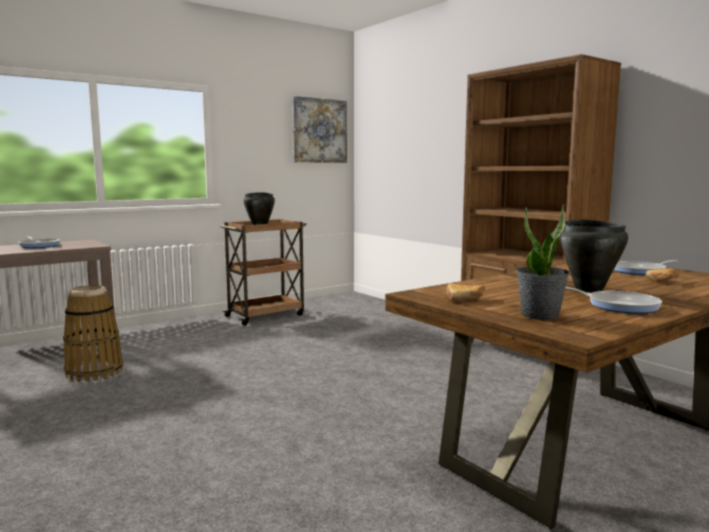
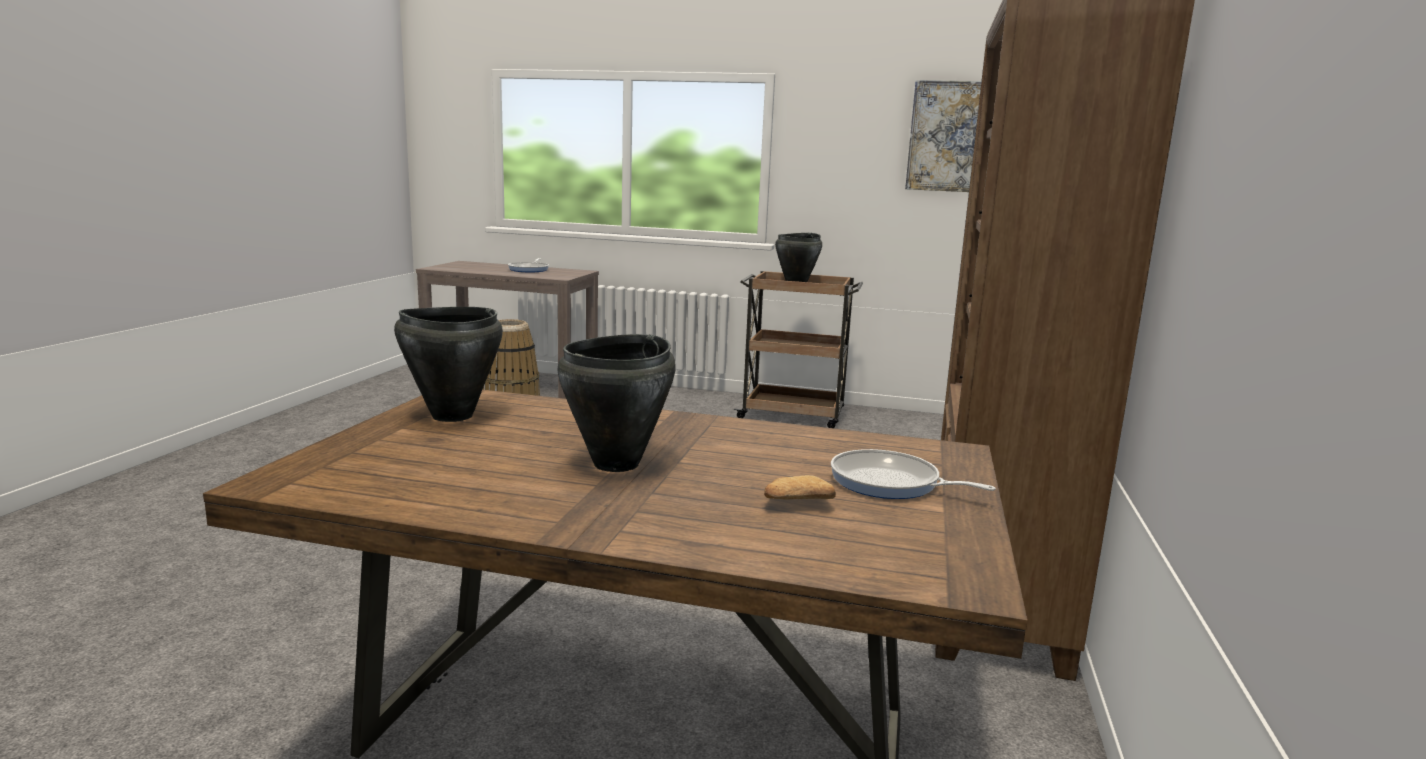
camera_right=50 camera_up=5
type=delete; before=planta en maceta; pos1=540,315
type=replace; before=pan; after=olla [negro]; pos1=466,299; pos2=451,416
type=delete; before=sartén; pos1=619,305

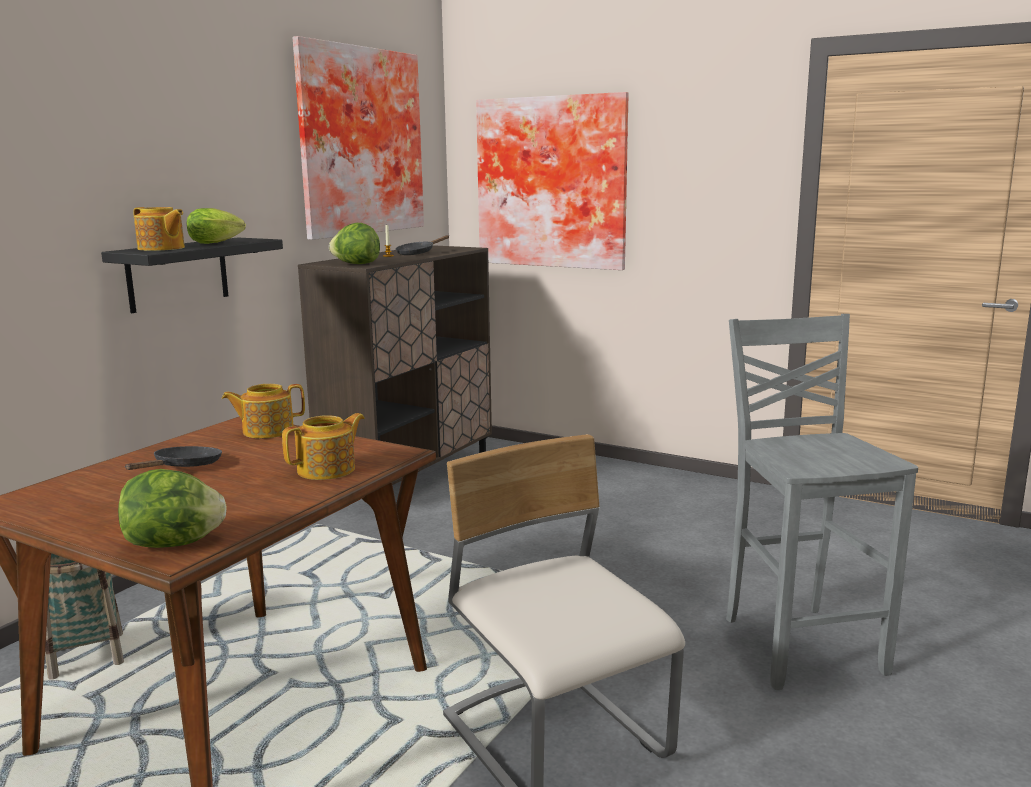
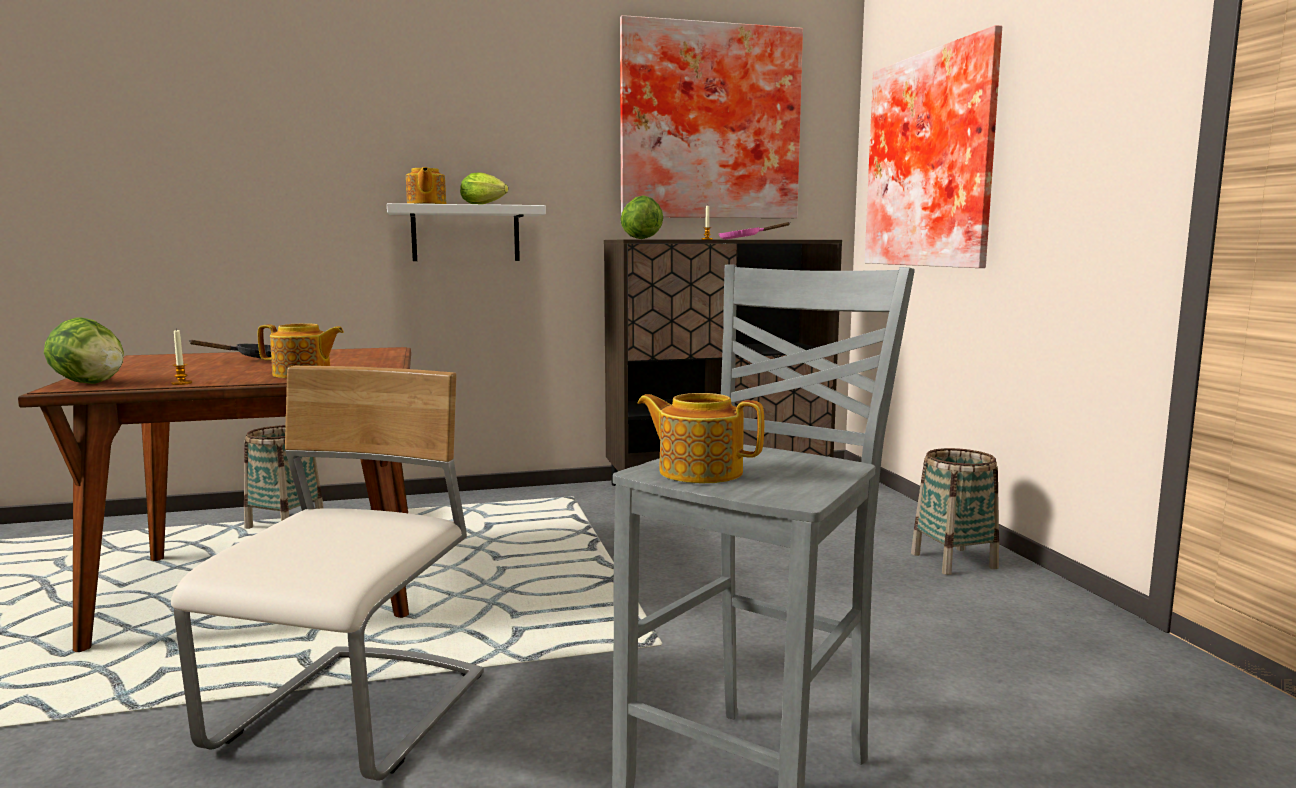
camera_right=45 camera_up=-5
type=recolor; before=sartén [negro]; after=sartén [rosa]; pos1=418,253; pos2=744,239
type=recolor; before=estante [negro]; after=estante [blanco]; pos1=178,274; pos2=465,234
type=move; before=tetera; pos1=267,431; pos2=699,471
type=insert; after=vela; pos2=181,383
type=insert; after=cesta; pos2=954,561

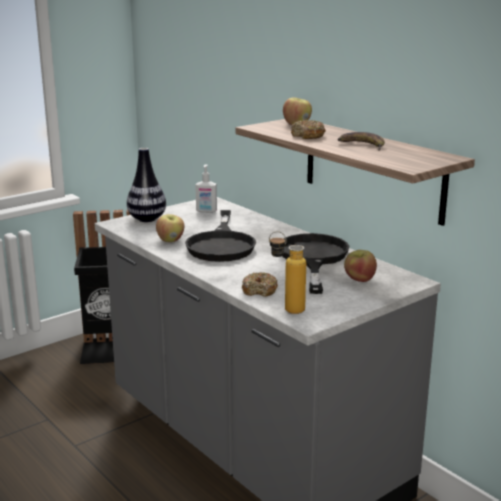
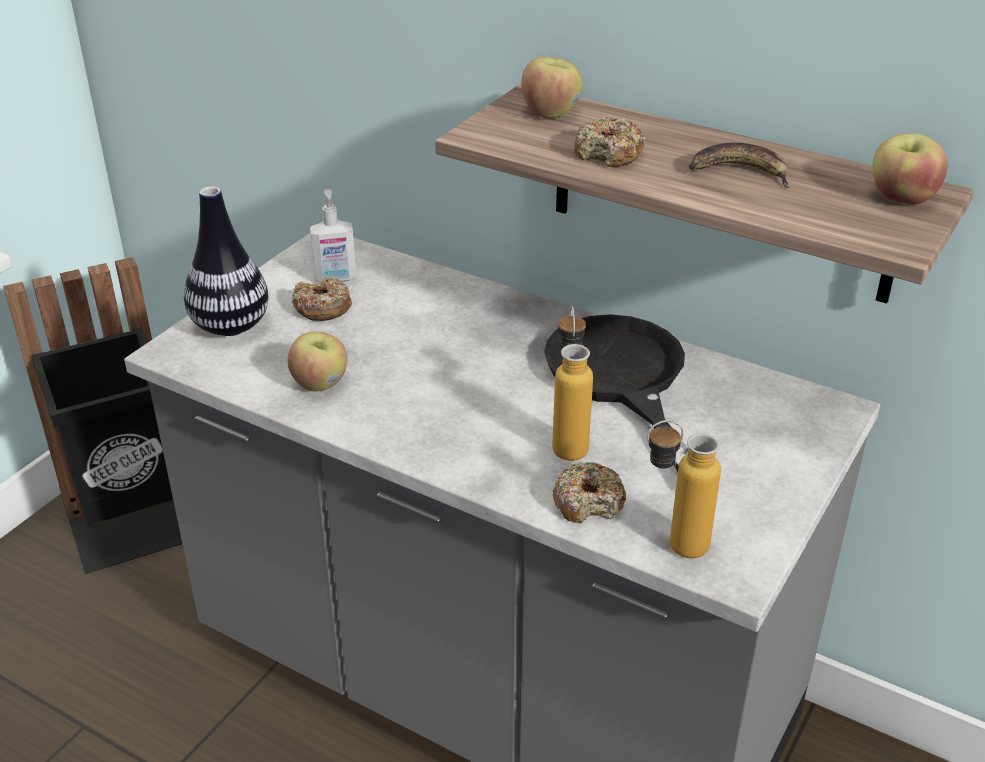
camera_right=-20 camera_up=15
type=delete; before=sartén [negro]; pos1=221,244
type=move; before=manzana; pos1=359,279; pos2=901,198
type=insert; after=rosquilla; pos2=322,308
type=insert; after=botella; pos2=568,441

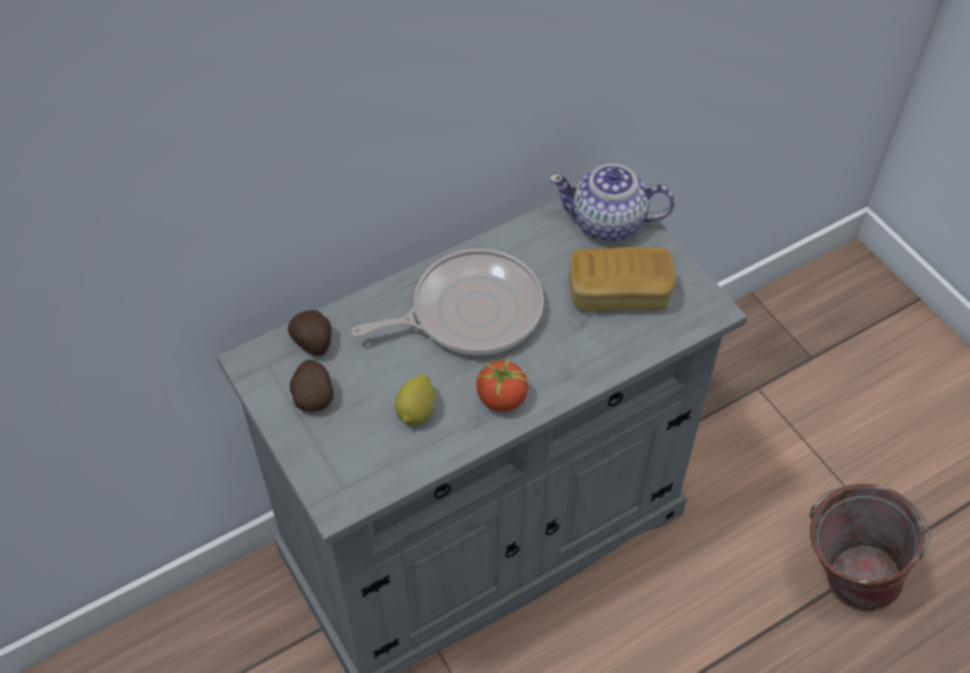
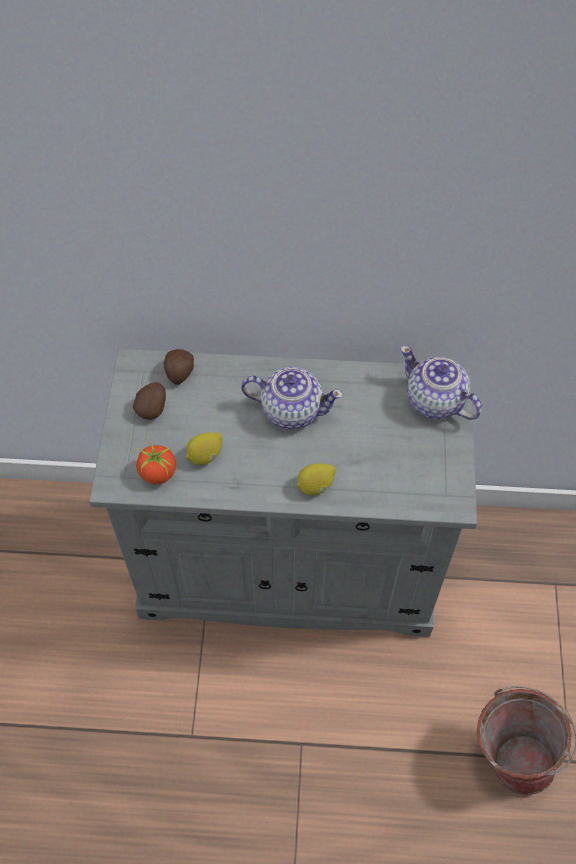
camera_right=35 camera_up=5
type=delete; before=pan; pos1=619,295
type=replace; before=sartén; after=tetera; pos1=470,312; pos2=291,409
type=move; before=tomate; pos1=501,399; pos2=157,473
type=insert; after=limón; pos2=315,486

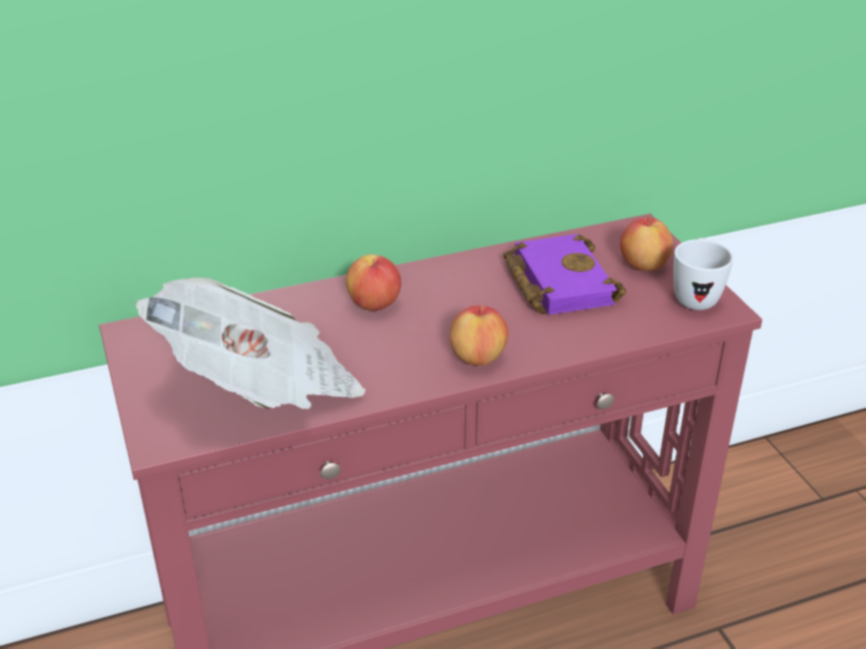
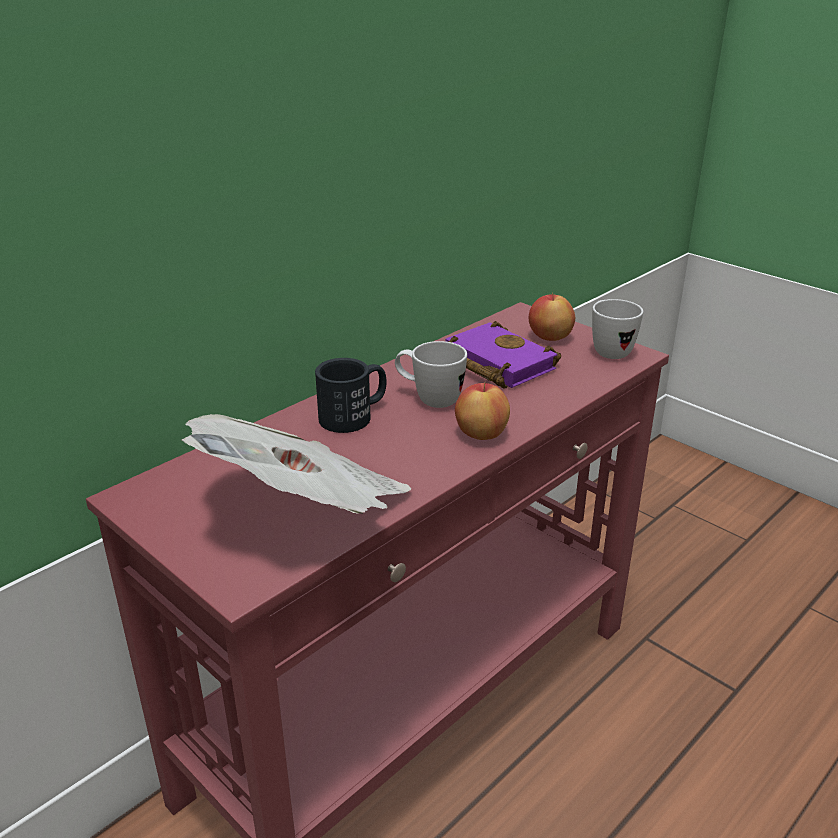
camera_right=-25 camera_up=-5
type=replace; before=manzana; after=taza grande [negro]; pos1=374,304; pos2=354,415
type=insert; after=taza grande [blanco]; pos2=429,399

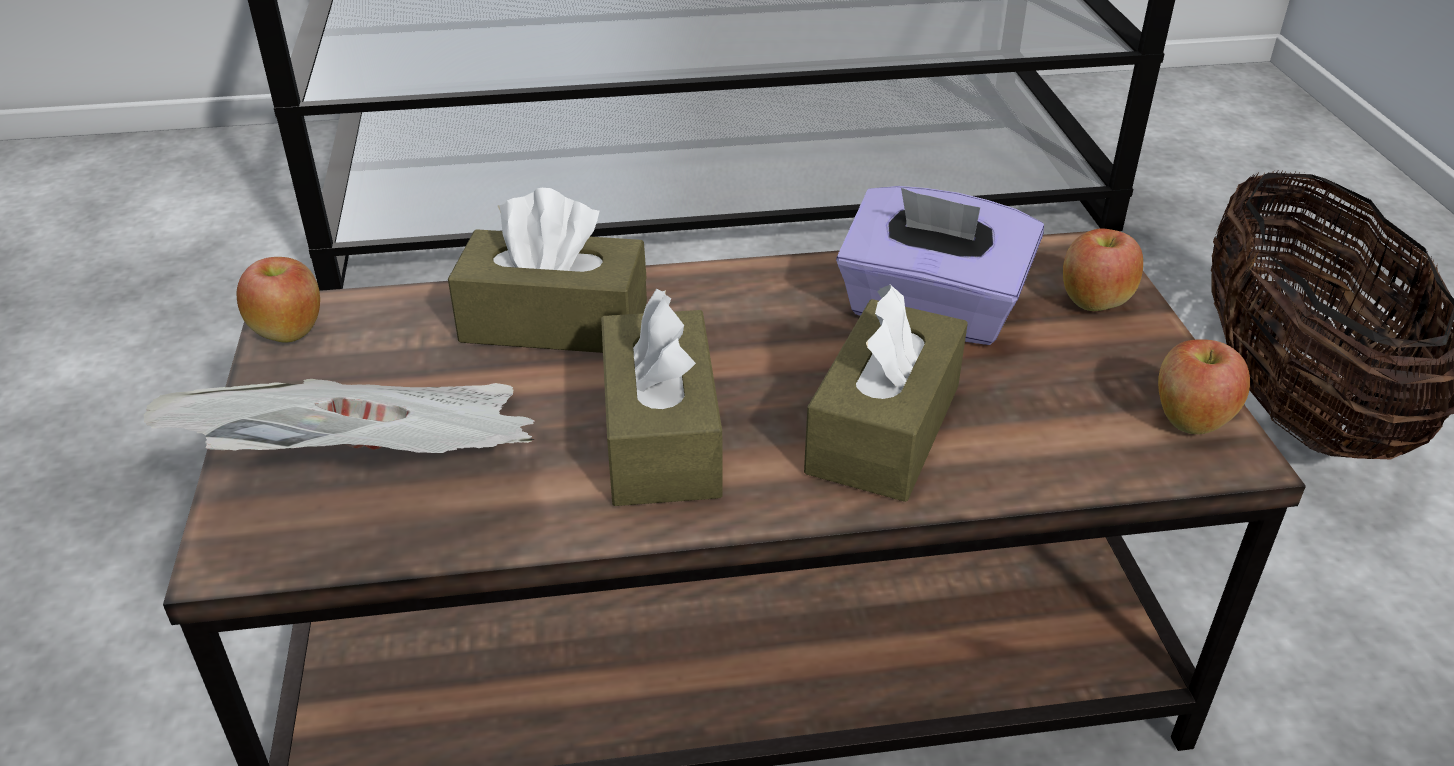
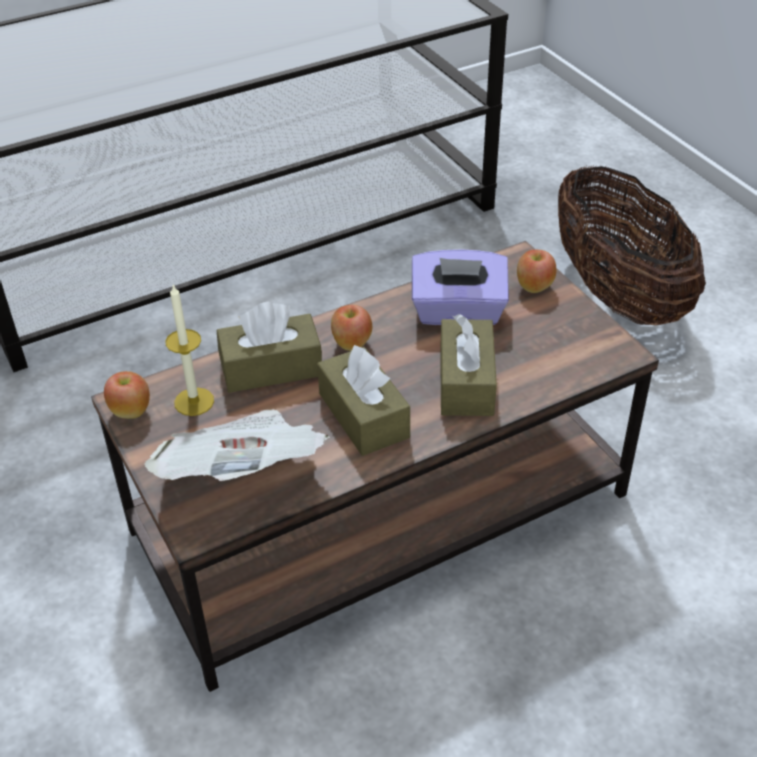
camera_right=-20 camera_up=5
type=move; before=manzana; pos1=1190,420; pos2=351,343
type=insert; after=vela; pos2=194,401

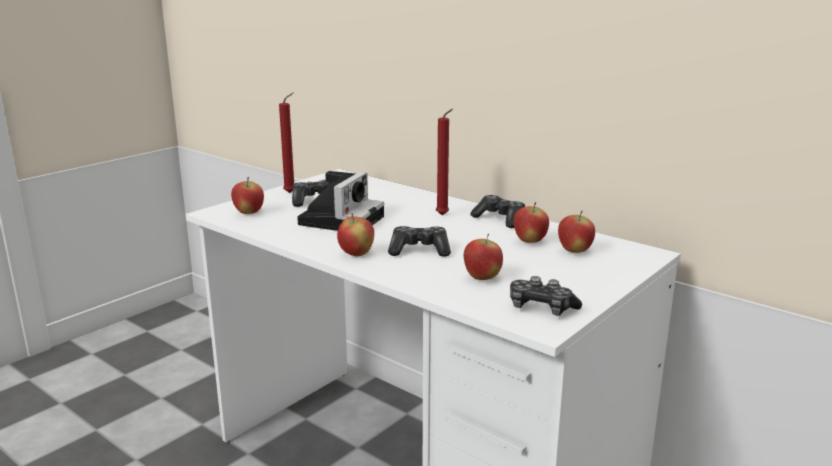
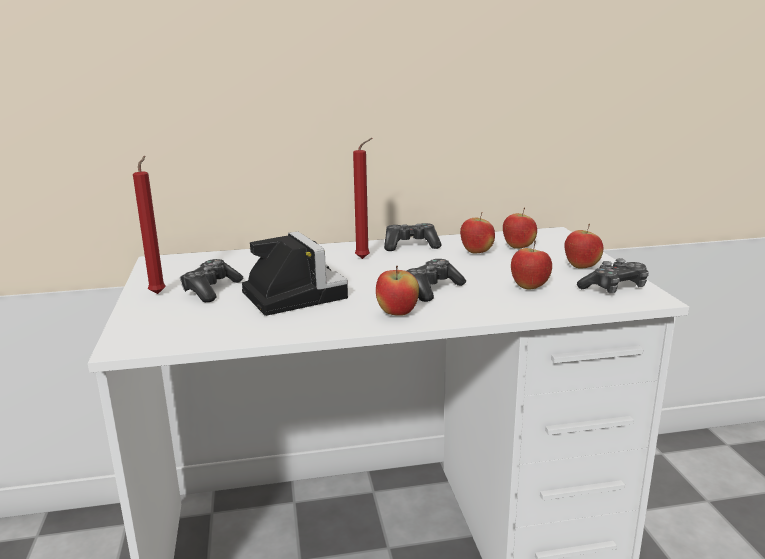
camera_right=-50 camera_up=0
type=move; before=manzana; pos1=249,213; pos2=581,267

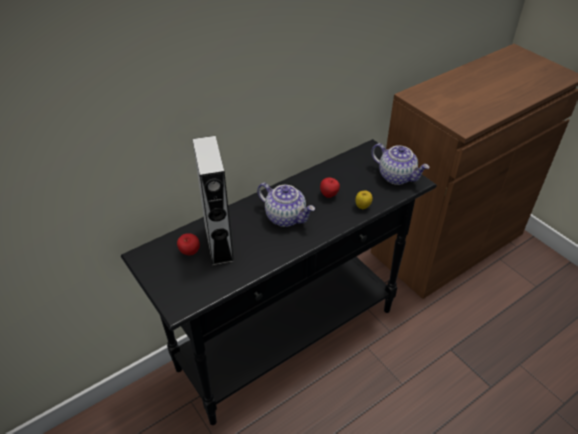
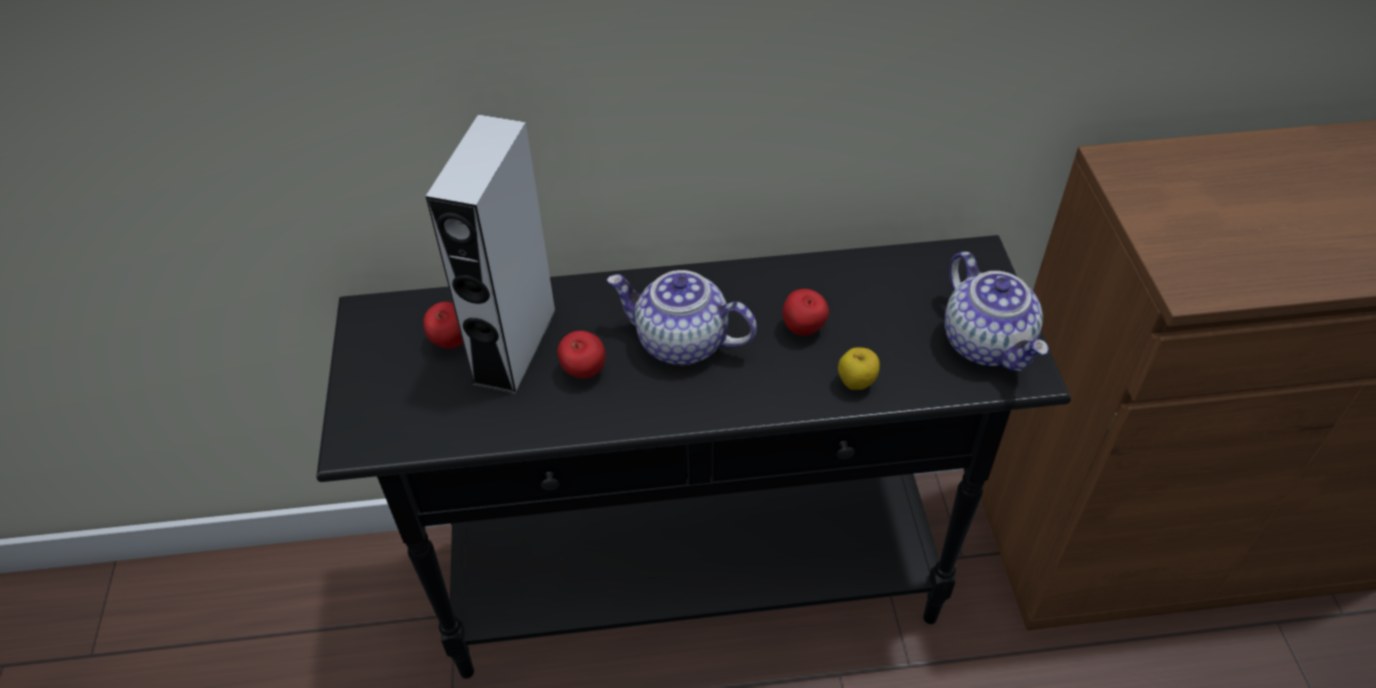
camera_right=30 camera_up=5
type=rotate; before=tetera; pos1=286,217; pos2=680,342; turn=135
type=insert; after=manzana; pos2=583,372

